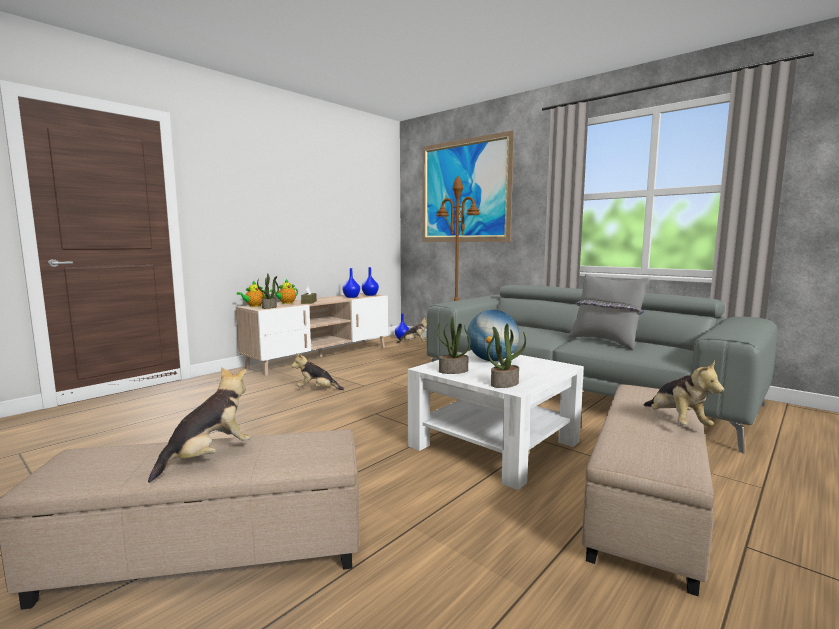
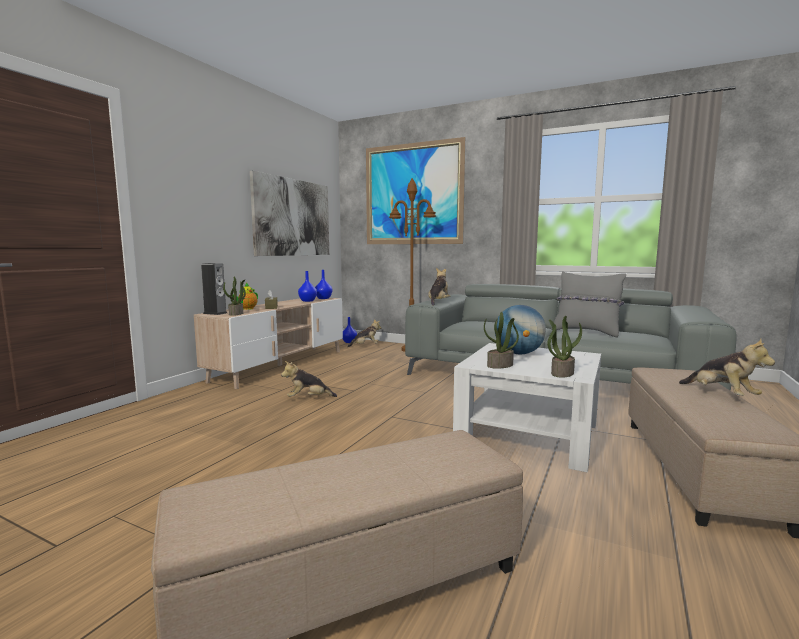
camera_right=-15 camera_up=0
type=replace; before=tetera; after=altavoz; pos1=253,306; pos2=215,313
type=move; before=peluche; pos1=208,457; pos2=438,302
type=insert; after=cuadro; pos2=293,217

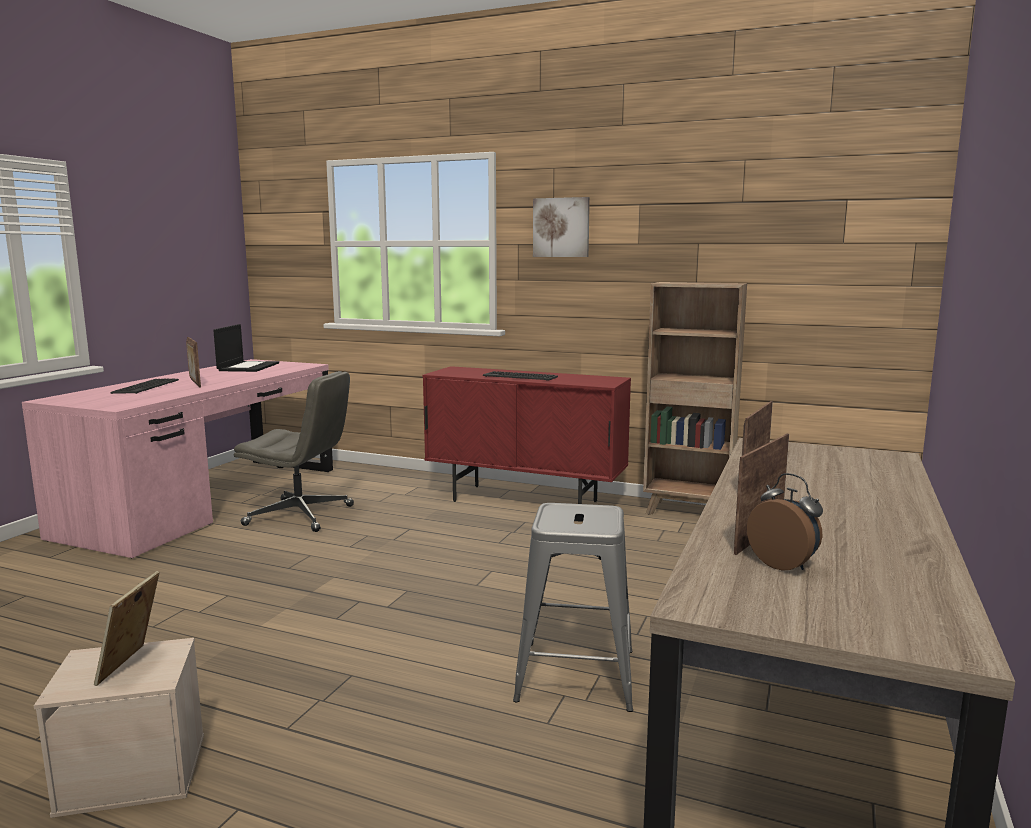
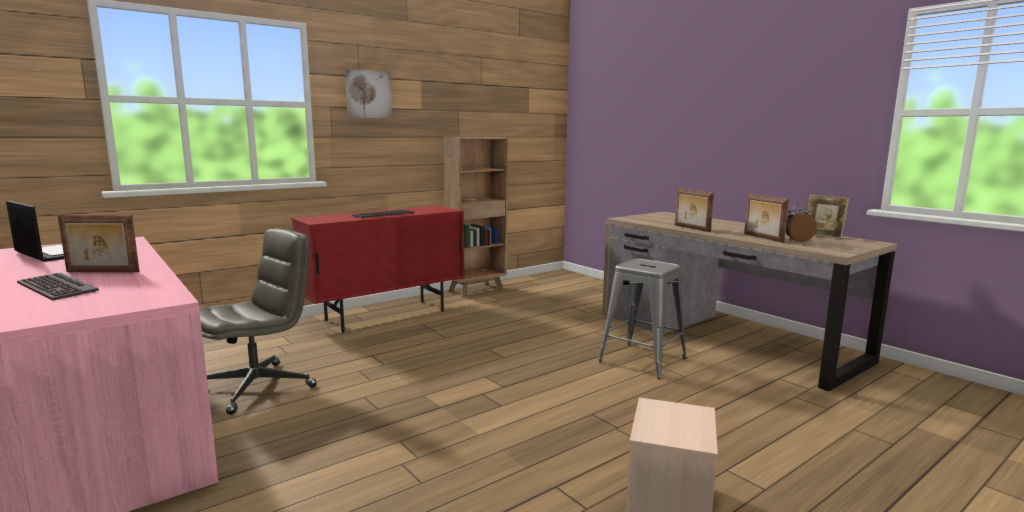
camera_right=-60 camera_up=0
type=move; before=portarretratos; pos1=132,666; pos2=823,236

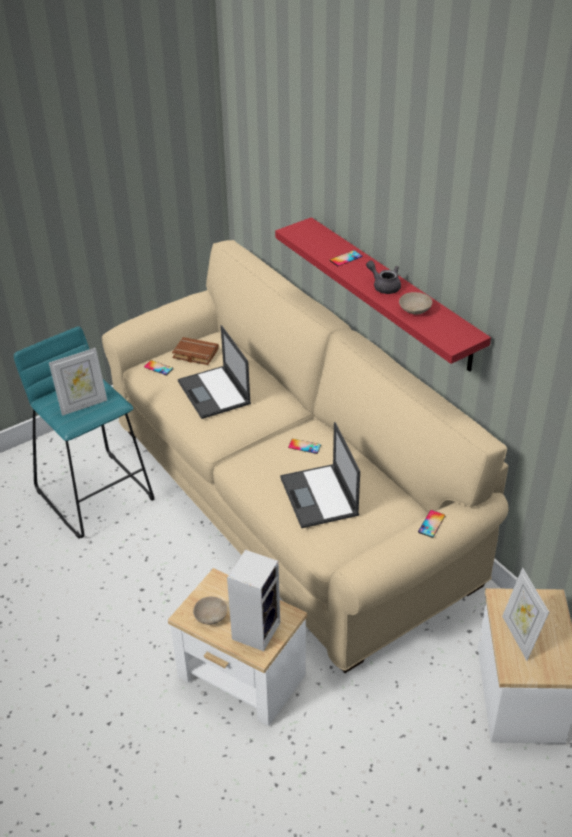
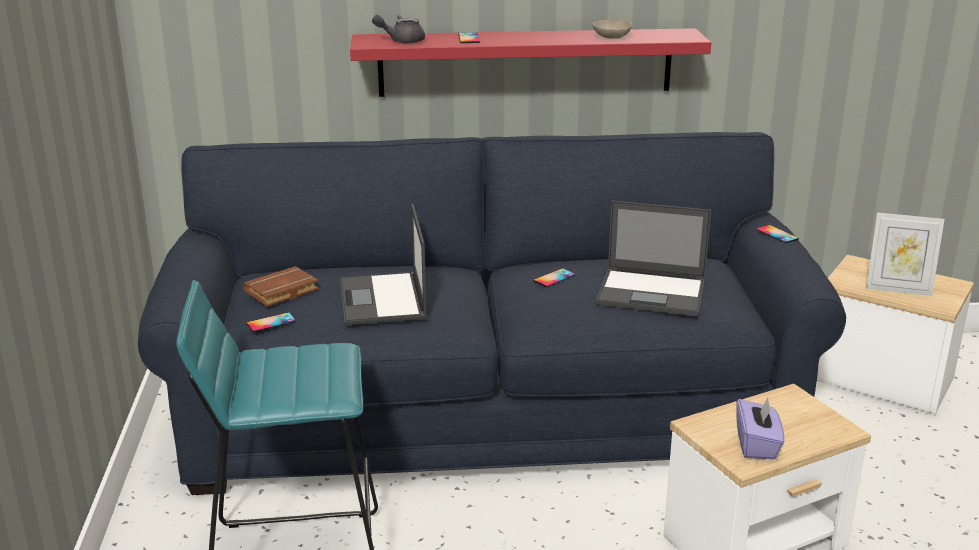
camera_right=-60 camera_up=-15
type=recolor; before=sofá [beis]; after=sofá [azul]; pos1=288,502; pos2=490,414
type=move; before=tetera [gris]; pos1=384,286; pos2=401,41
type=rotate; before=portátil; pos1=214,393; pos2=383,300; turn=75
type=delete; before=portarretratos; pos1=83,405
type=delete; before=altavoz; pos1=256,629
type=replace; before=cuenco [beis]; after=caja de pañuelos [morado]; pos1=211,615; pos2=757,445

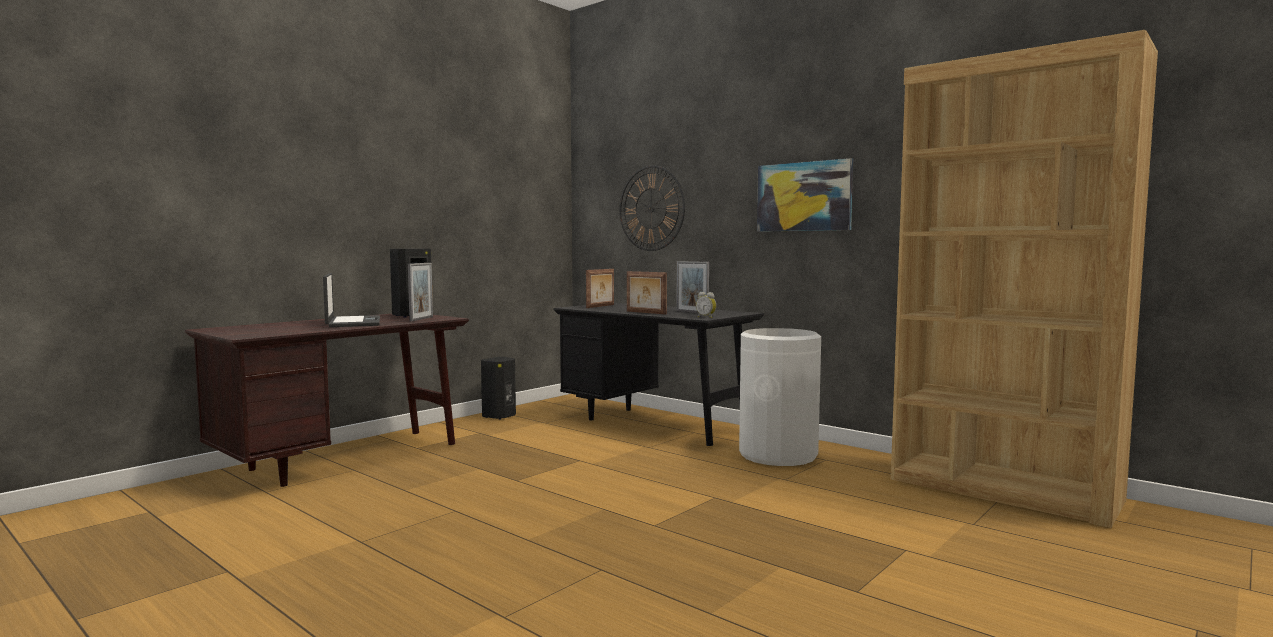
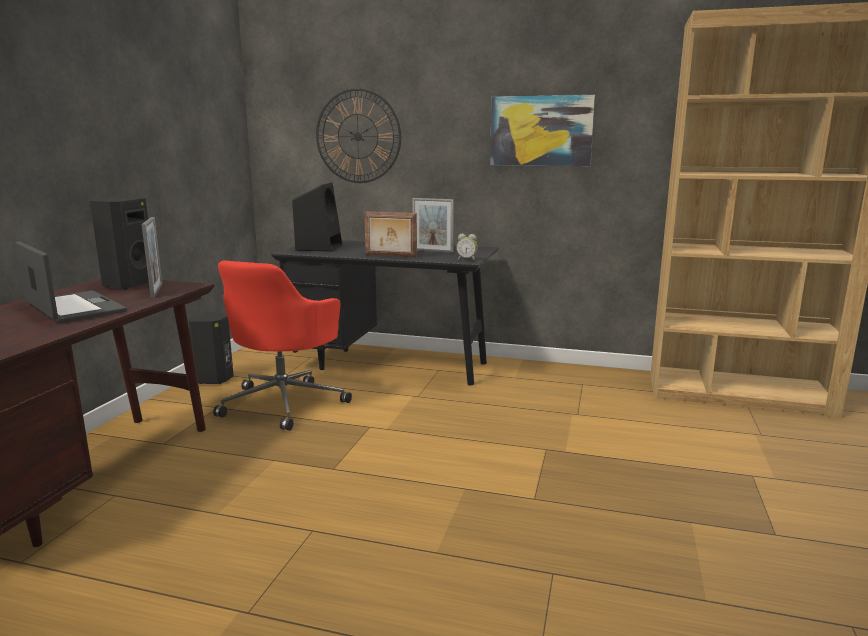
camera_right=-25 camera_up=10
type=replace; before=portarretratos; after=altavoz [negro]; pos1=601,306; pos2=319,247
type=delete; before=papelera [blanco]; pos1=778,455
type=insert; after=silla de oficina [rojo]; pos2=285,403

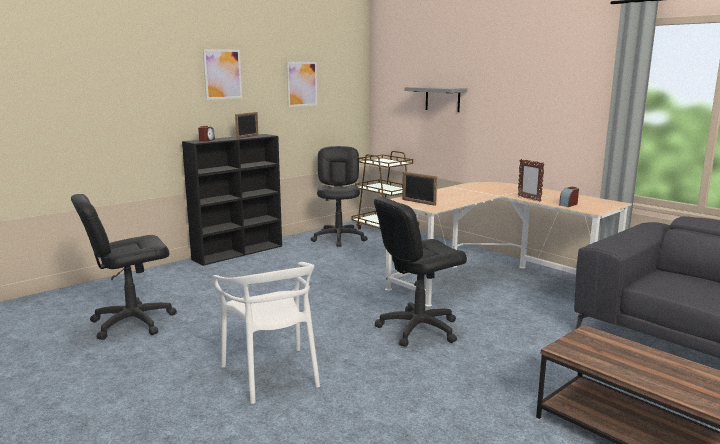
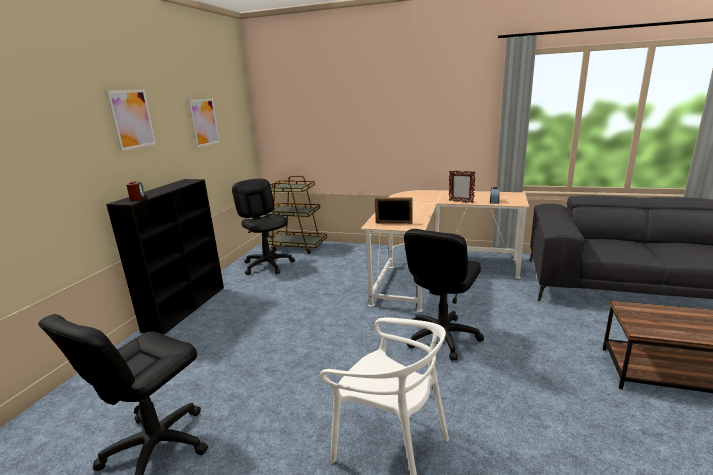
camera_right=-30 camera_up=5
type=delete; before=estante [gris]; pos1=442,99
type=delete; before=portarretratos; pos1=247,137

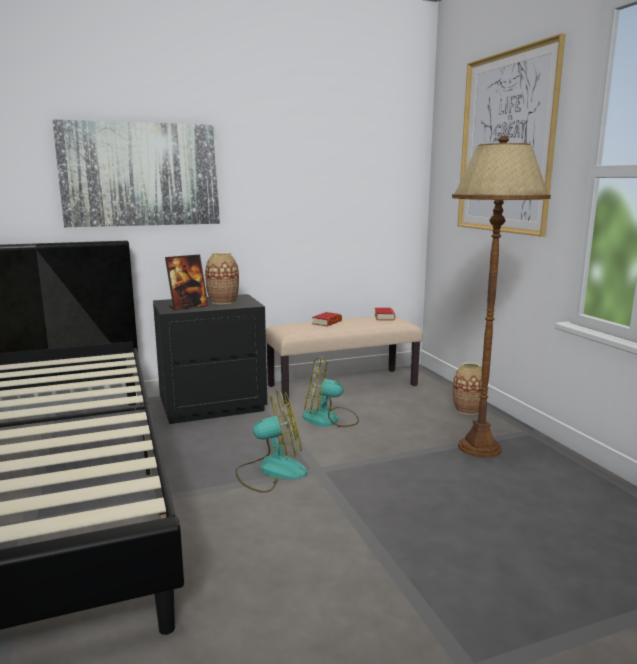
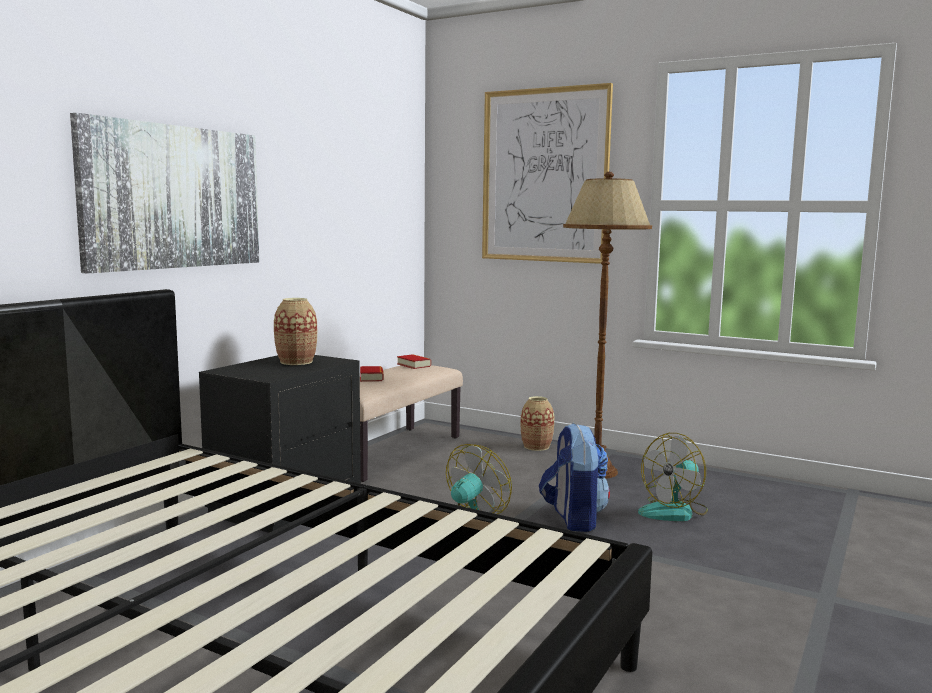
camera_right=-40 camera_up=-5
type=delete; before=portarretratos; pos1=188,307
type=move; before=ventilador; pos1=329,419; pos2=674,511
type=insert; after=mochila; pos2=573,519

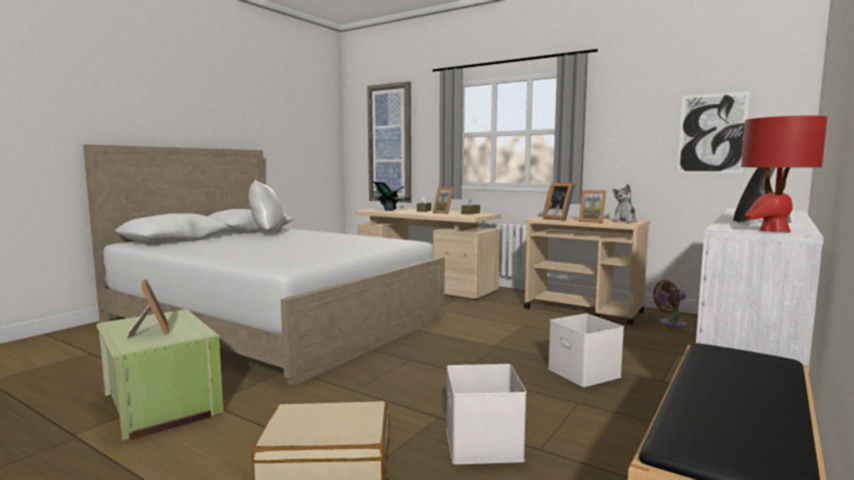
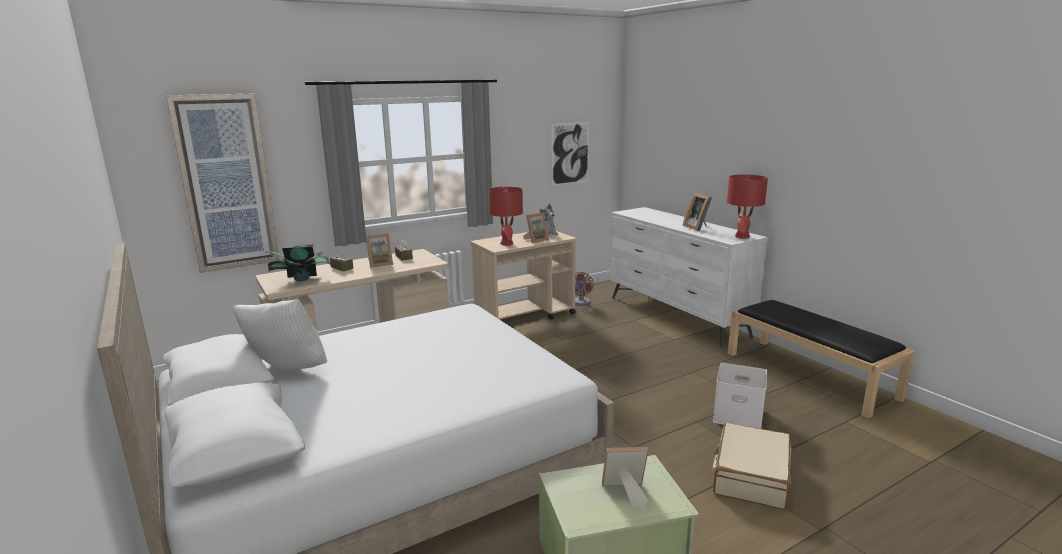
camera_right=-65 camera_up=10
type=replace; before=portarretratos; after=lámpara de mesa [rojo]; pos1=559,219; pos2=506,244
type=delete; before=caja de almacenaje [blanco]; pos1=585,373

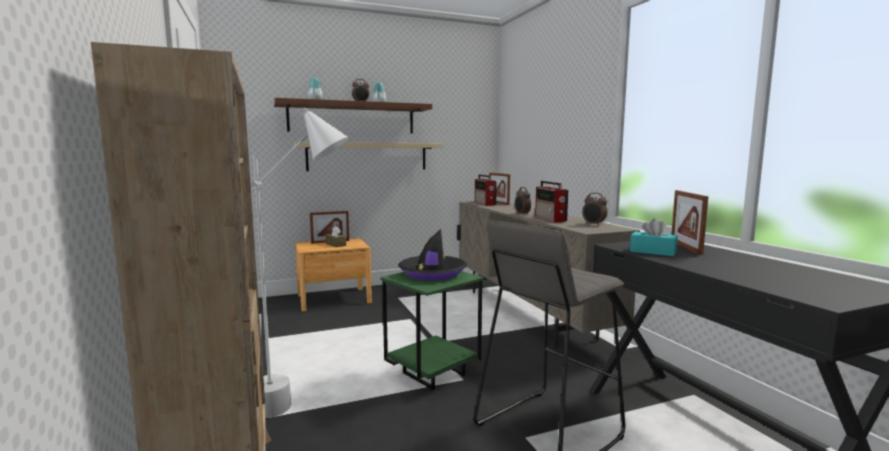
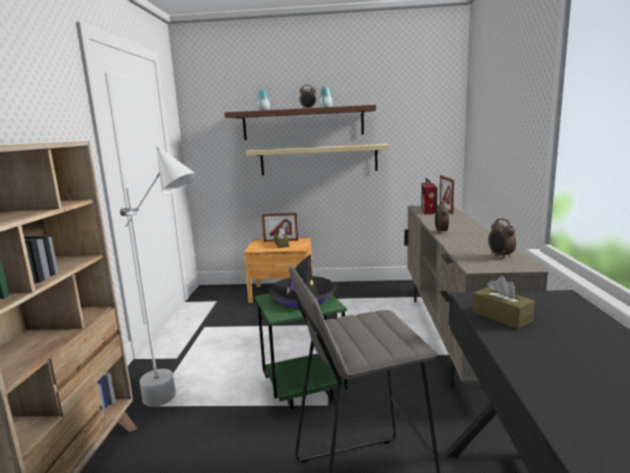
camera_right=25 camera_up=5
type=delete; before=radio; pos1=550,219
type=delete; before=portarretratos; pos1=685,247
type=recolor; before=caja de pañuelos [turquesa]; after=caja de pañuelos [marrón]; pos1=652,252; pos2=501,316

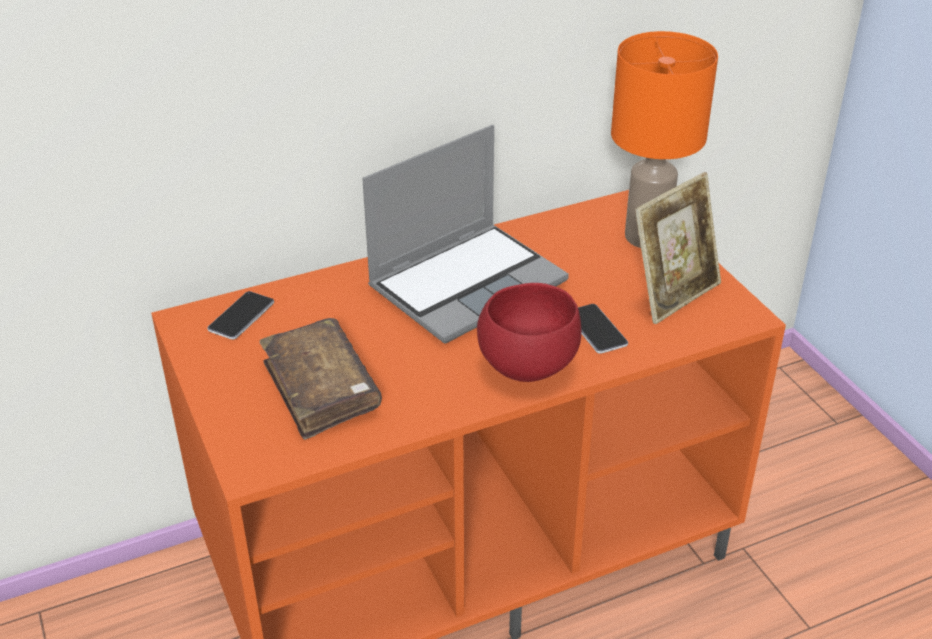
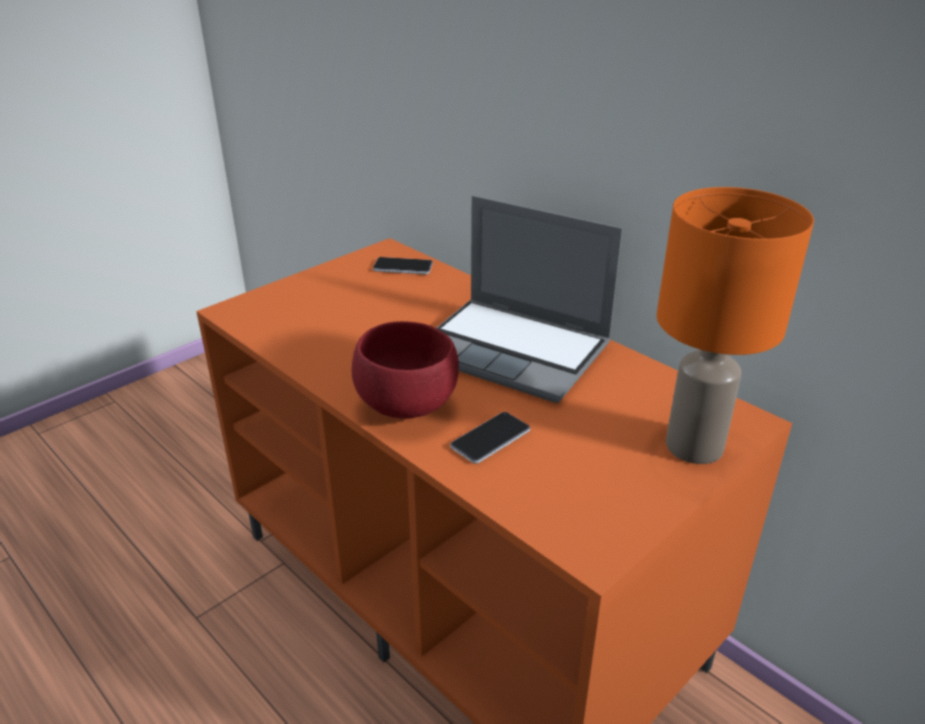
camera_right=70 camera_up=-5
type=delete; before=portarretratos; pos1=673,294
type=delete; before=libro [marrón]; pos1=321,389

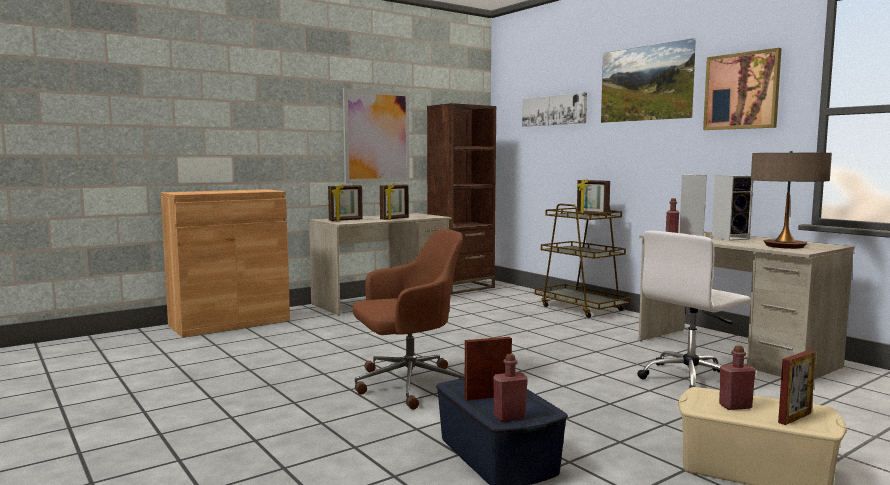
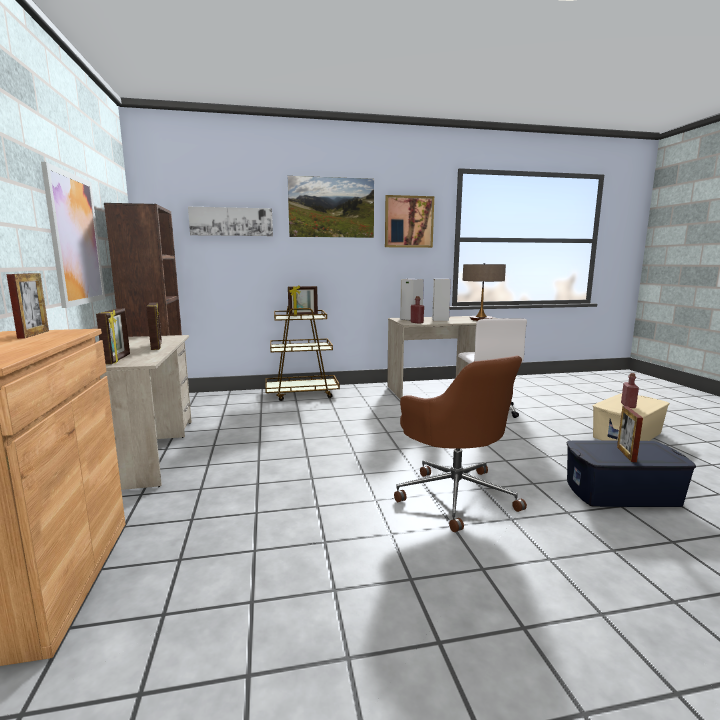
camera_right=-65 camera_up=5
type=rotate; before=silla de oficina [marrón]; pos1=408,385; pos2=455,494; turn=150
type=move; before=portarretratos; pos1=795,418; pos2=33,334
type=delete; before=botella [rojo]; pos1=509,417

